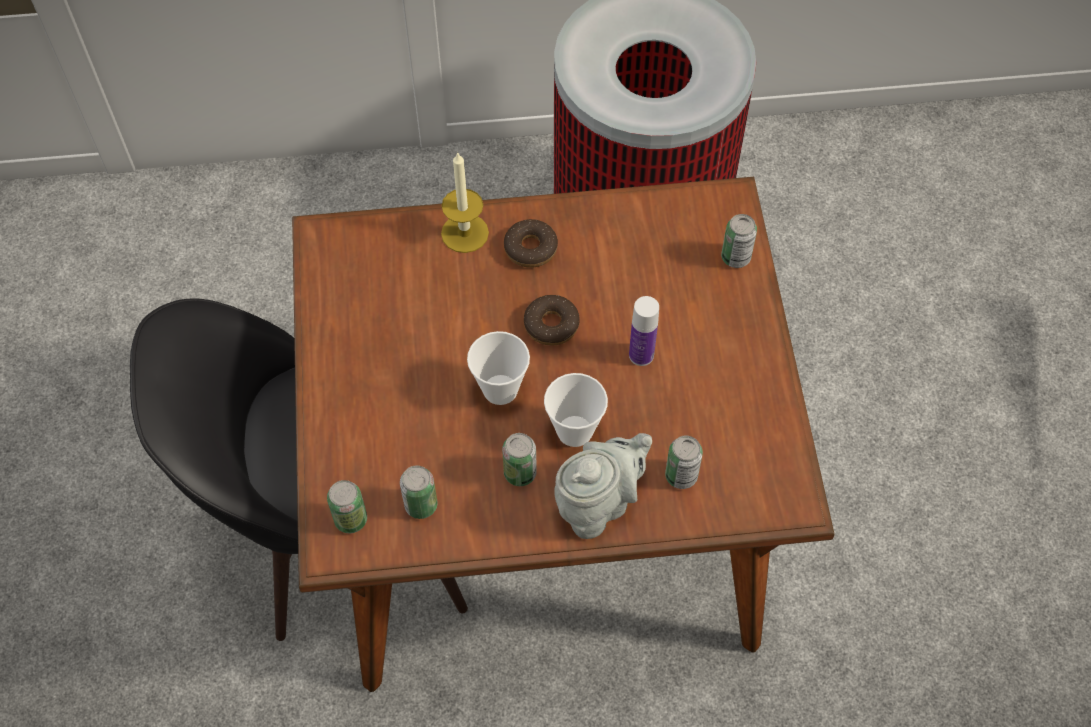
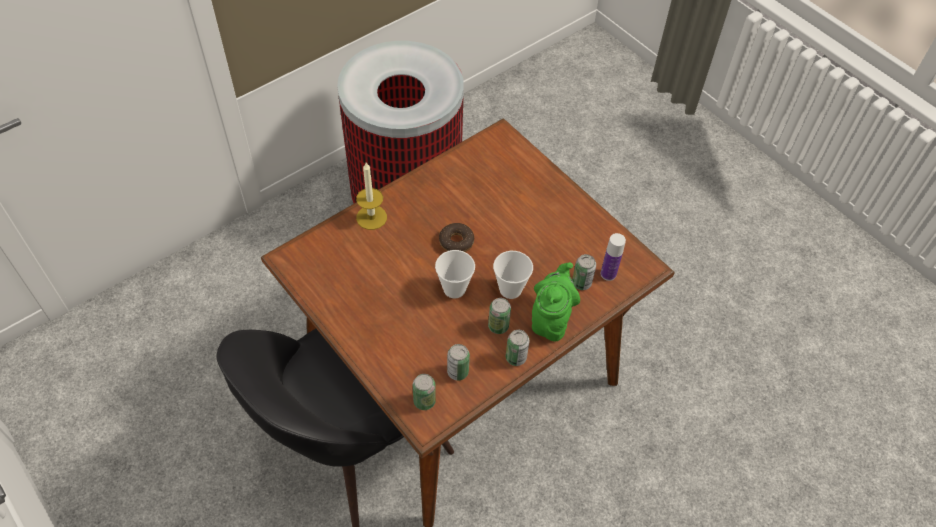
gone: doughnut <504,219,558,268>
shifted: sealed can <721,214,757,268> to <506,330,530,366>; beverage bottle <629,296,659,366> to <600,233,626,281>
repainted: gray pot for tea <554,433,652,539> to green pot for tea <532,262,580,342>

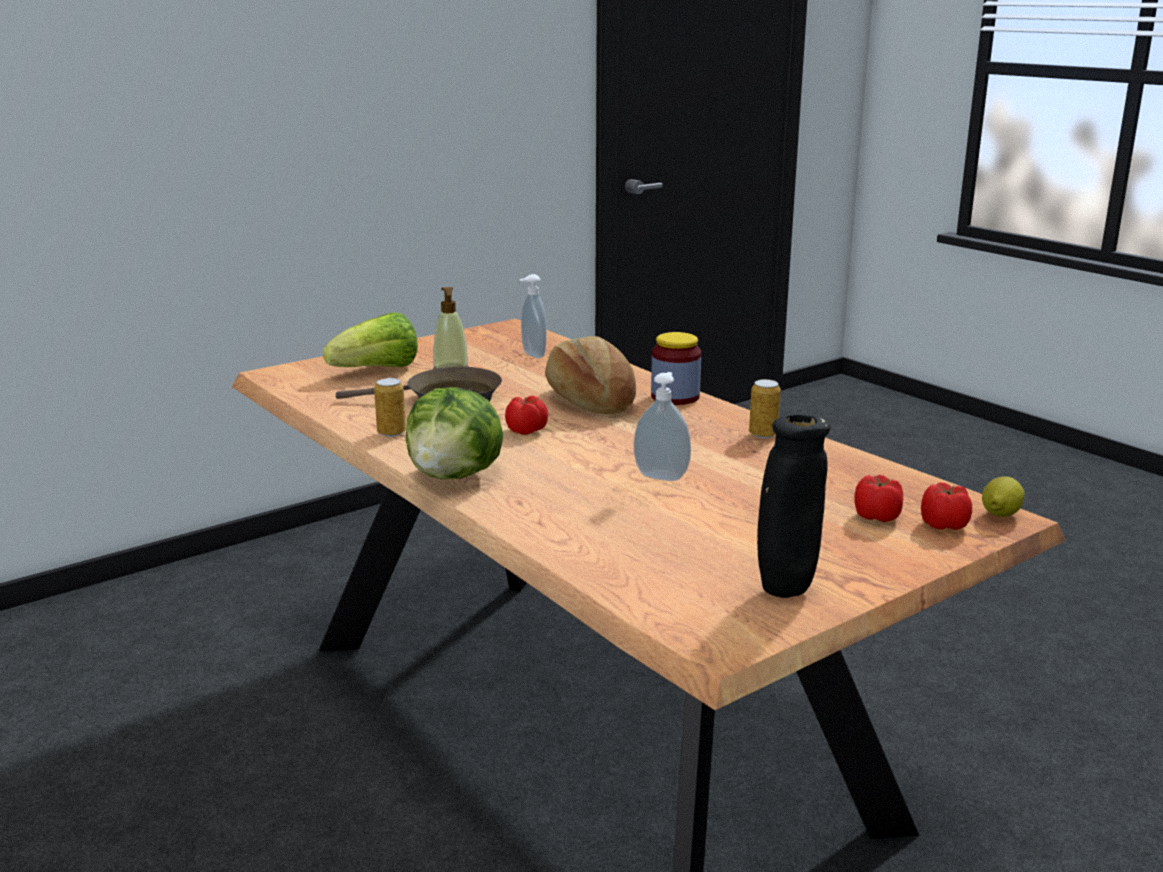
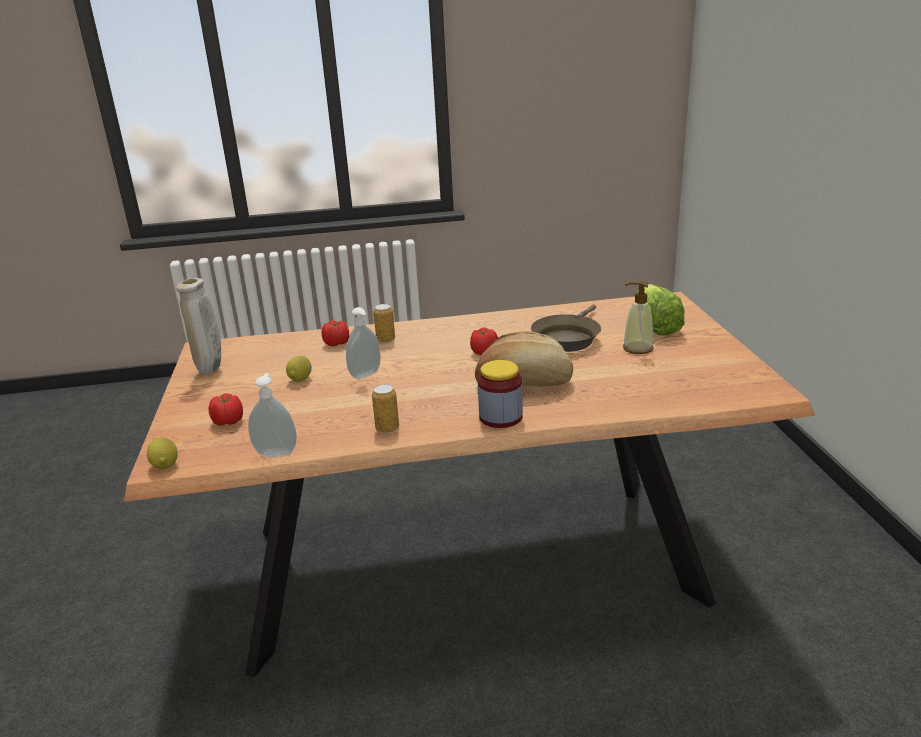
gone: lettuce head <406,387,503,479>
new: whole lemon <286,355,312,382>
shifted: liquid soap bottle <519,274,547,358> to <248,373,297,457>; sealed can <374,378,406,437> to <373,304,395,343>; whole tomato <921,482,972,530> to <322,320,349,346>
repainted: black-coloured decorative vase <757,414,830,598> to sand-coloured decorative vase <176,278,221,375>

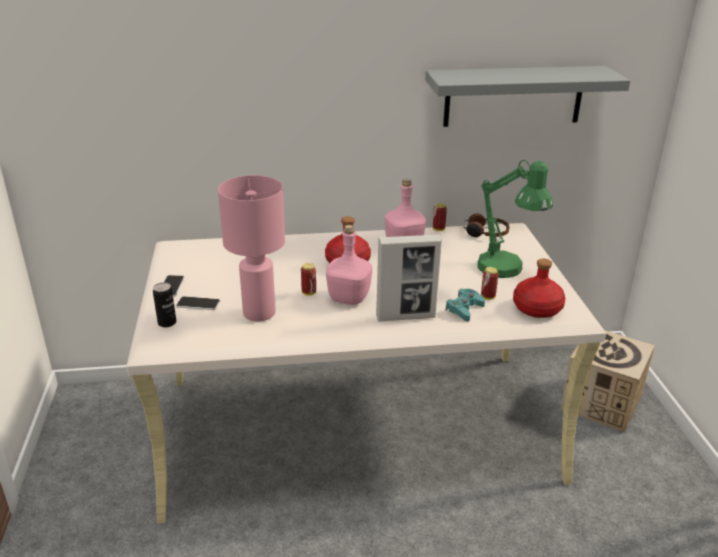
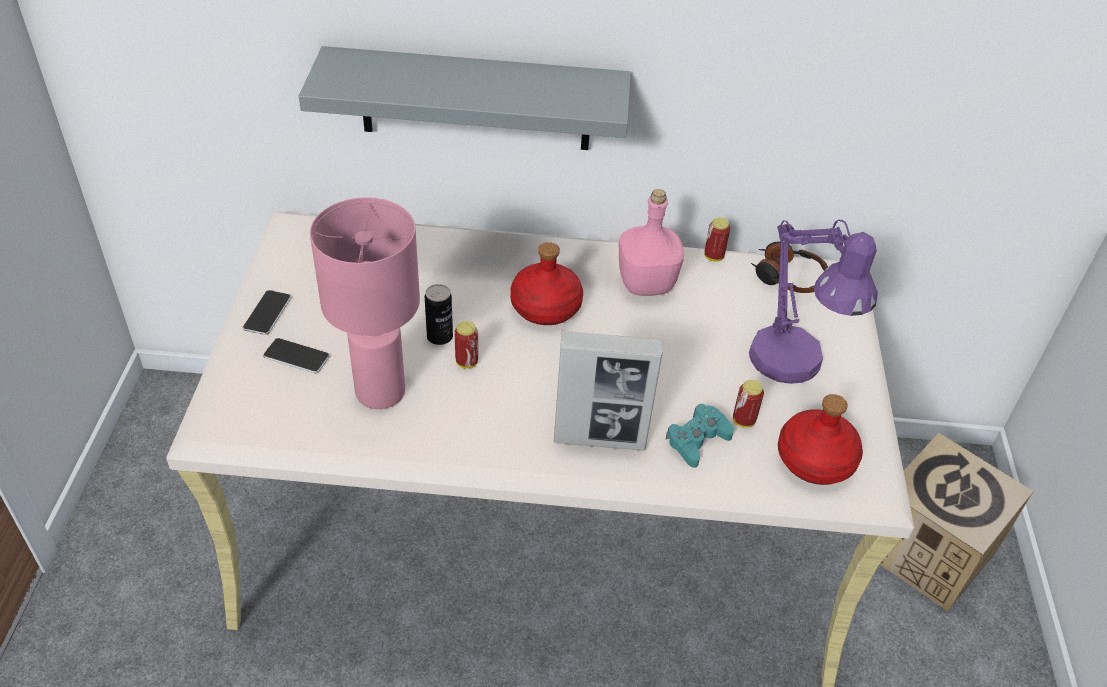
gone: pink beverage bottle <326,225,372,305>
shifted: gray wall shelf <425,66,630,127> to <299,46,631,150>; sealed can <153,282,176,327> to <425,284,453,345>
repainted: green tabletop lamp <478,160,553,278> to purplish tabletop lamp <749,220,878,384>

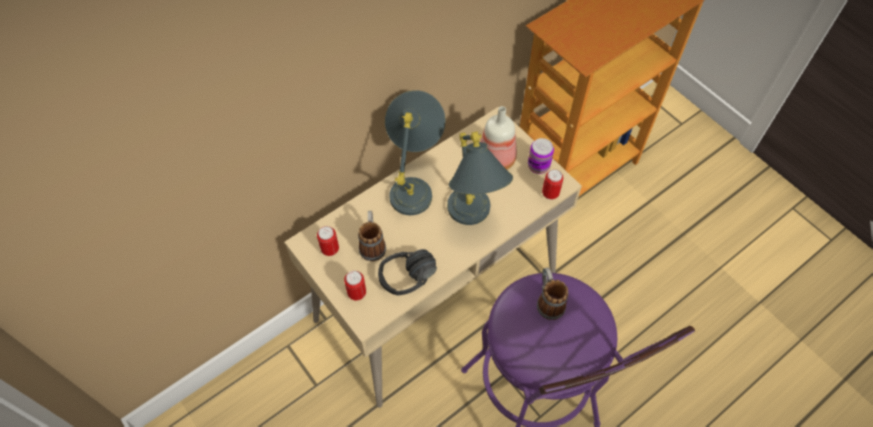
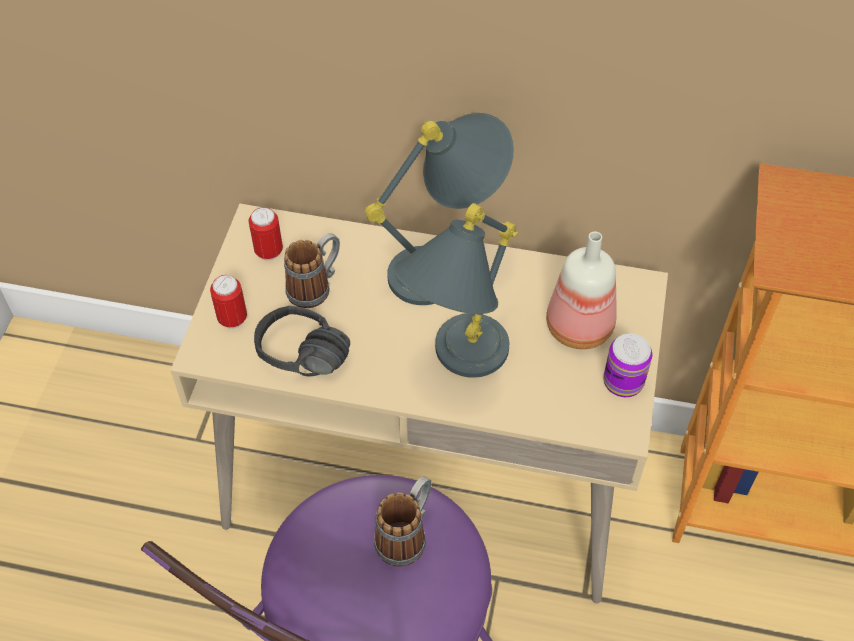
gone: sealed can <542,169,563,200>

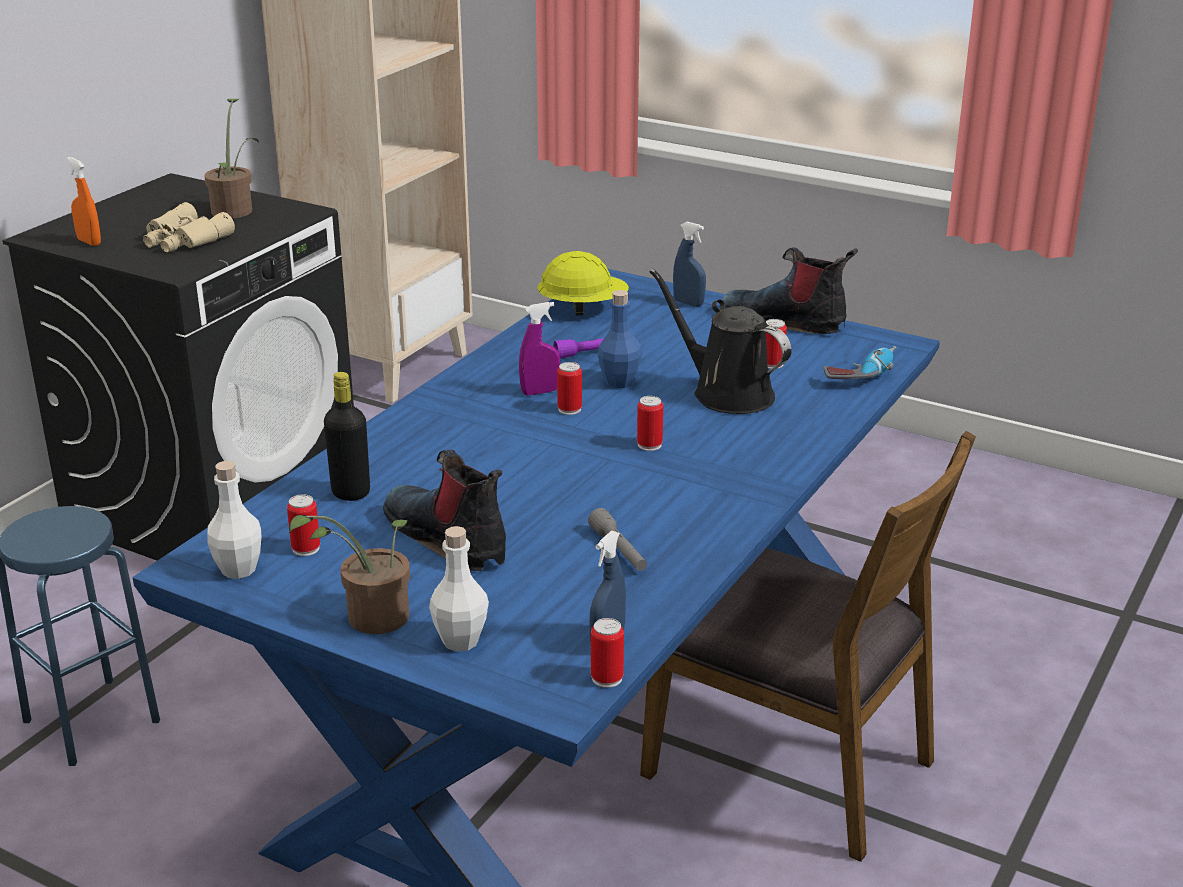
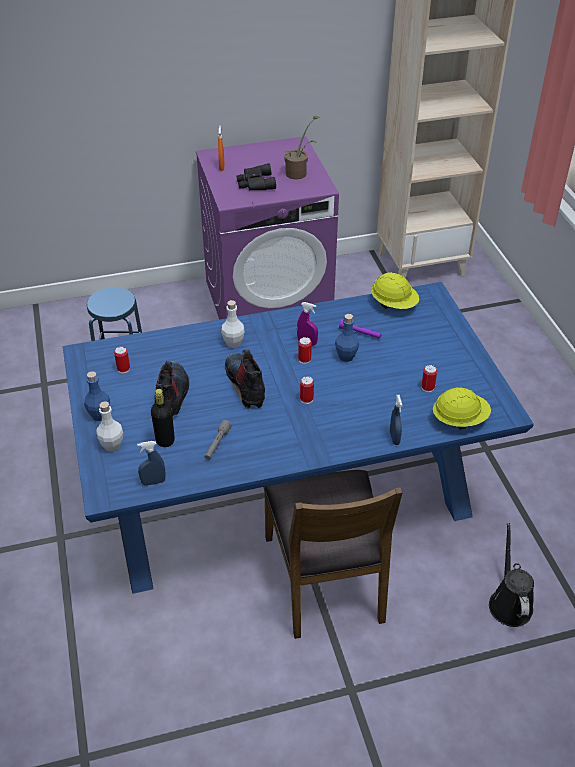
gone: sealed can <591,618,624,688>
shifted: blue hand sprayer <673,222,706,307> to <390,395,402,445>; tall boot <723,247,858,334> to <225,350,265,409>; black-coloured sprinkling can <650,269,791,414> to <489,523,534,627>; black-coloured beverage bottle <324,372,370,501> to <151,389,175,447>; white beverage bottle <207,461,261,579> to <222,300,244,348>
swapped: drill <823,346,896,379> to yellow-coloured hard hat <433,387,491,430>; houseplant <289,515,410,634> to blue beverage bottle <84,371,110,421>
repainted: black-coloured washing machine <2,173,354,561> to purplish washing machine <196,136,339,319>; sand-coloured binoculars <143,202,235,252> to black-coloured binoculars <237,163,276,190>

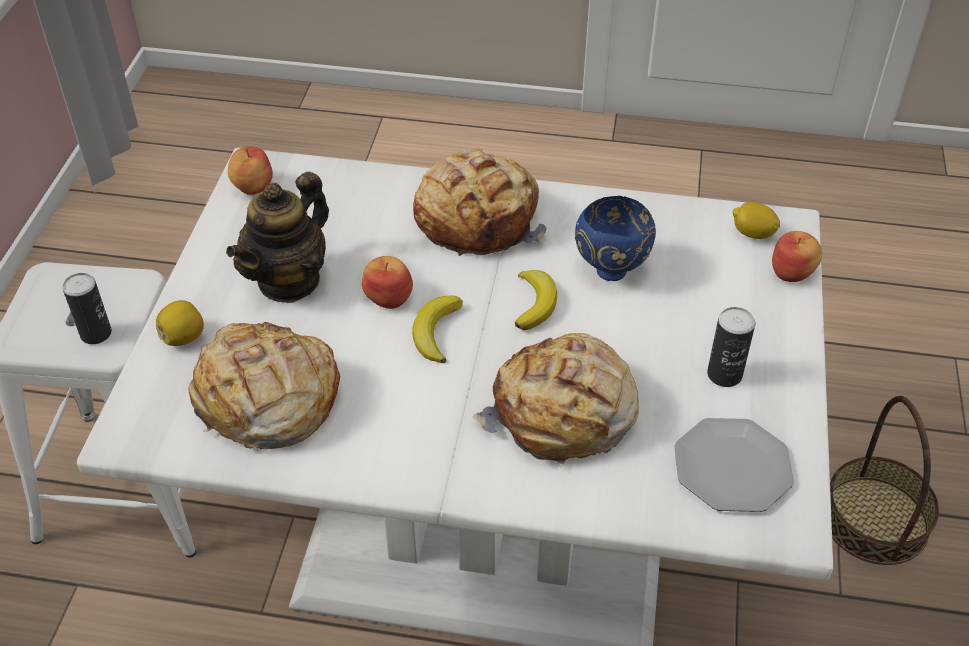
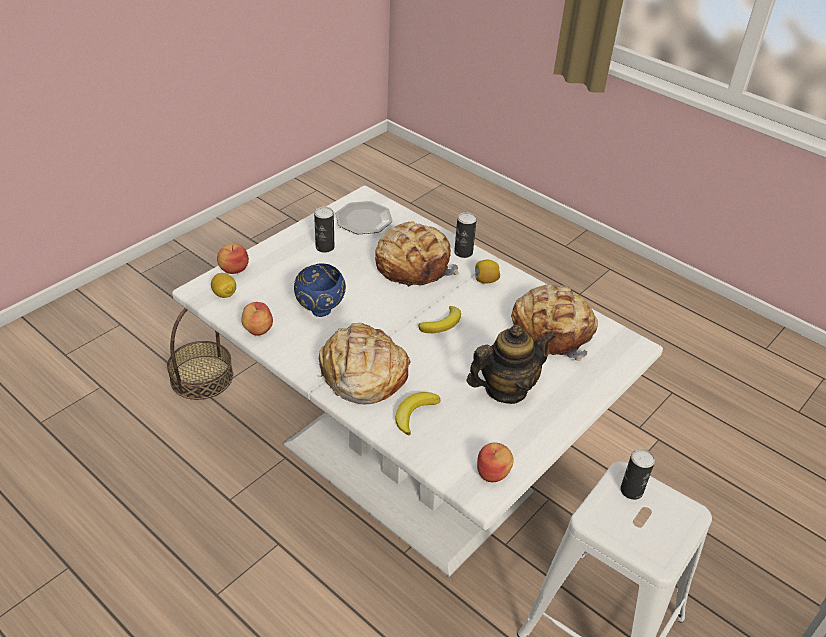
new: sealed can <454,212,477,258>
shifted: whole apple <362,256,413,309> to <241,302,273,336>; banana <515,270,557,331> to <395,392,441,435>; whole lemon <156,300,204,346> to <475,259,500,284>

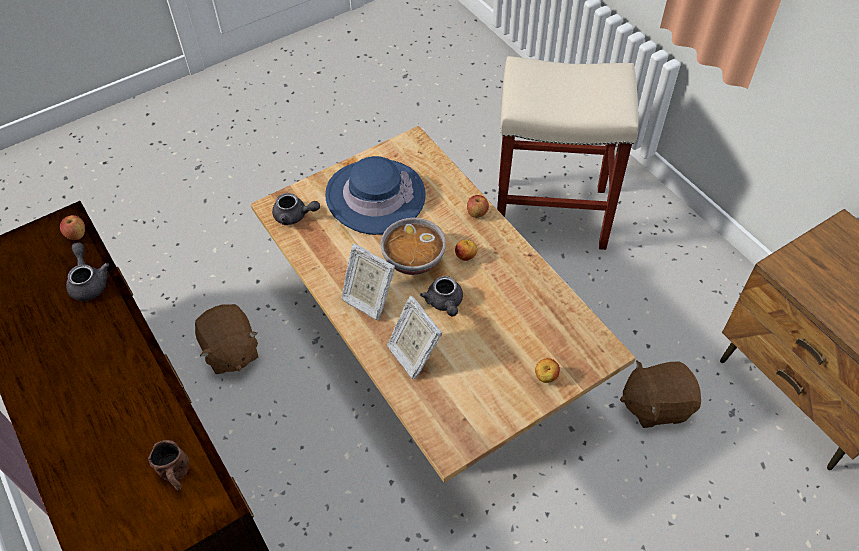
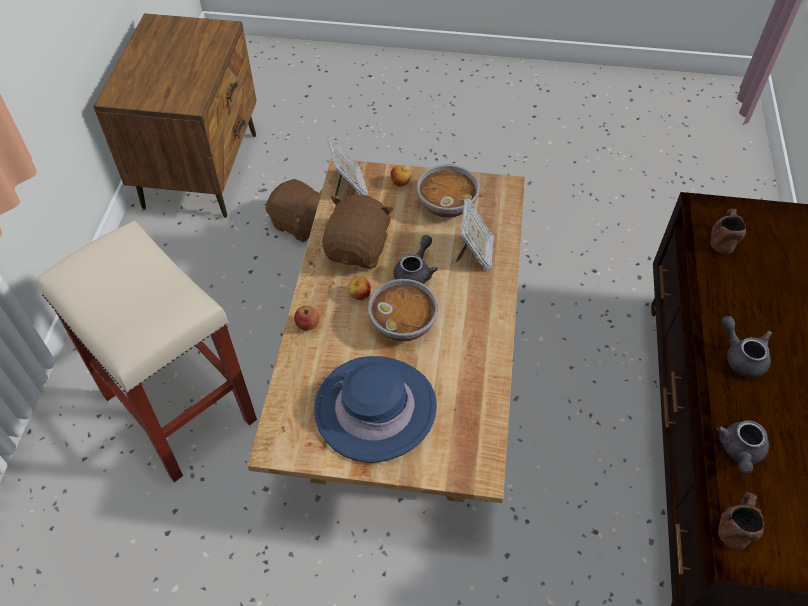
new: serving bowl <417,164,479,218>
shifted: gray pot for tea <272,193,320,225> to <721,316,772,378>; photo frame <341,243,395,320> to <327,136,368,197>; brown-coloured cuddly toy <195,304,258,374> to <322,195,394,268>
swapped: whole apple <60,215,85,240> to brown-coloured coffee mug <718,492,764,550>

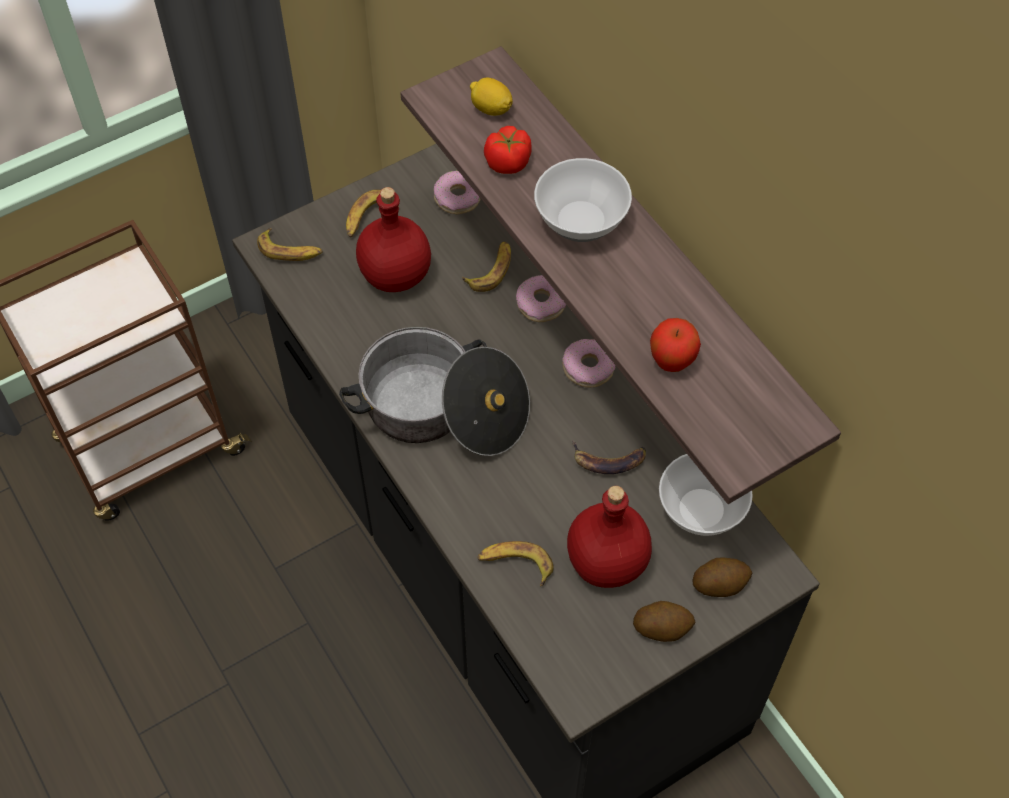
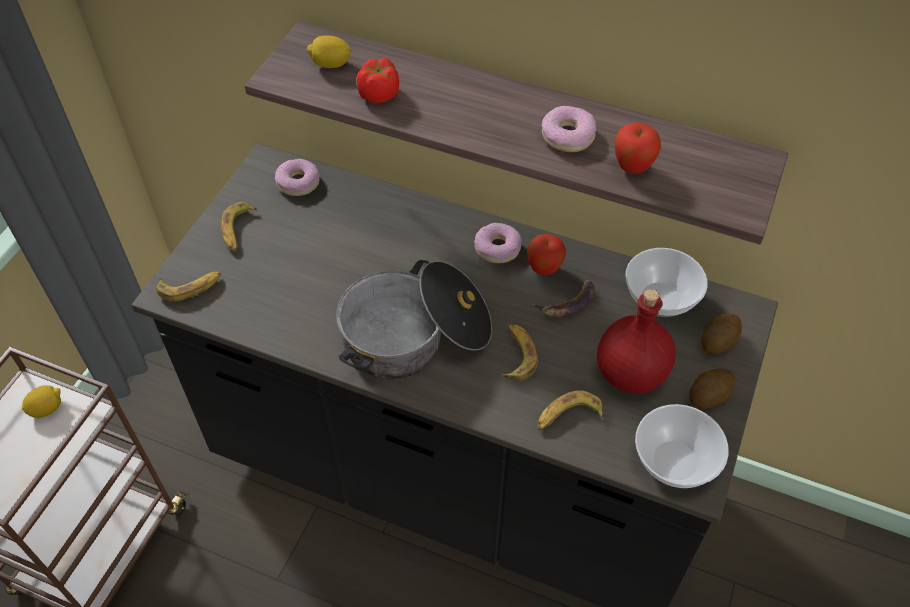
gone: reddish beverage bottle <356,187,431,292>
new: whole apple <527,234,566,275>; whole lemon <22,385,61,418>
shifted: serving bowl <534,158,632,242> to <635,404,729,488>; banana <462,241,511,292> to <503,324,538,381>; doughnut <516,275,566,322> to <542,106,596,152>

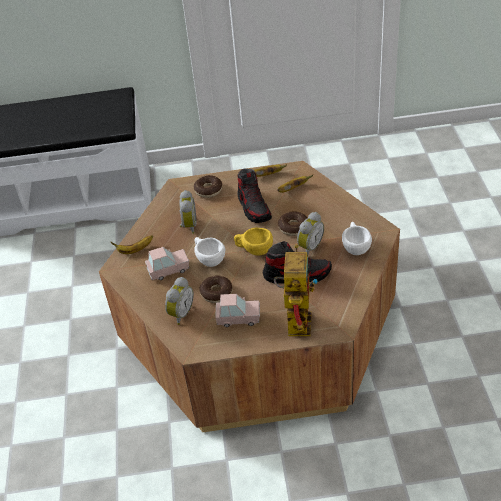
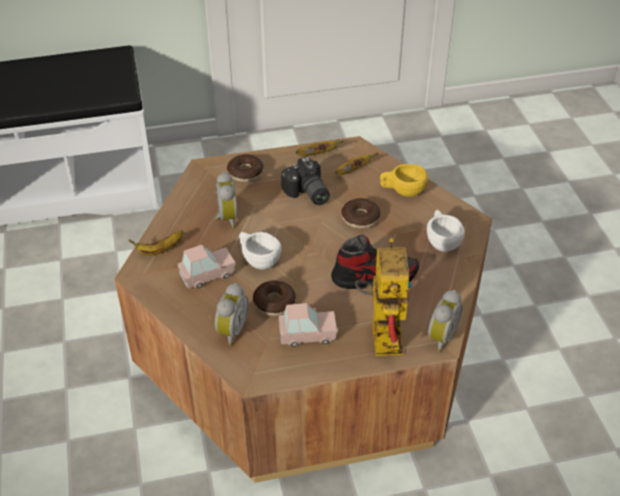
shifted: table clock <297,212,324,257> to <428,290,463,352>; yellow-coloured small cup <234,228,273,255> to <380,164,428,197>
swapped: item of footwear <237,169,272,223> to photo camera <281,156,330,205>

